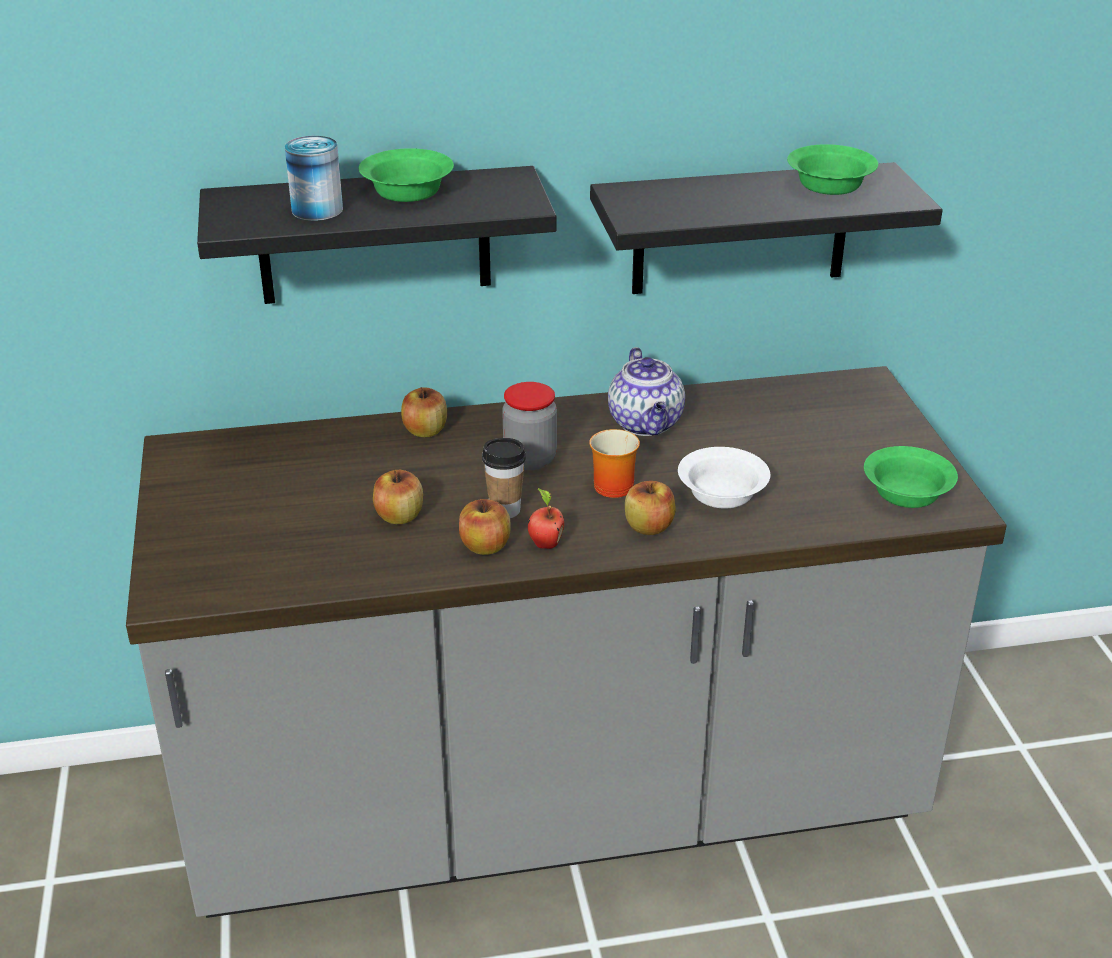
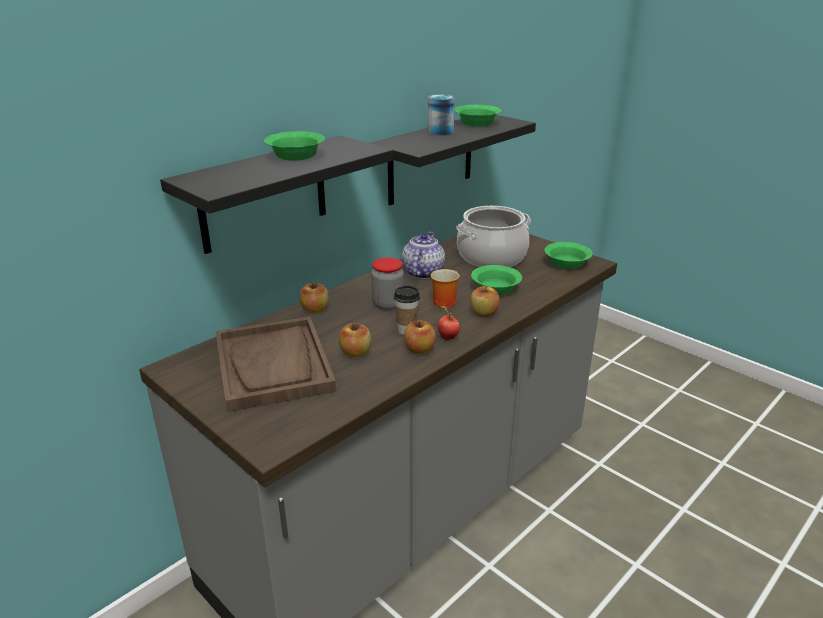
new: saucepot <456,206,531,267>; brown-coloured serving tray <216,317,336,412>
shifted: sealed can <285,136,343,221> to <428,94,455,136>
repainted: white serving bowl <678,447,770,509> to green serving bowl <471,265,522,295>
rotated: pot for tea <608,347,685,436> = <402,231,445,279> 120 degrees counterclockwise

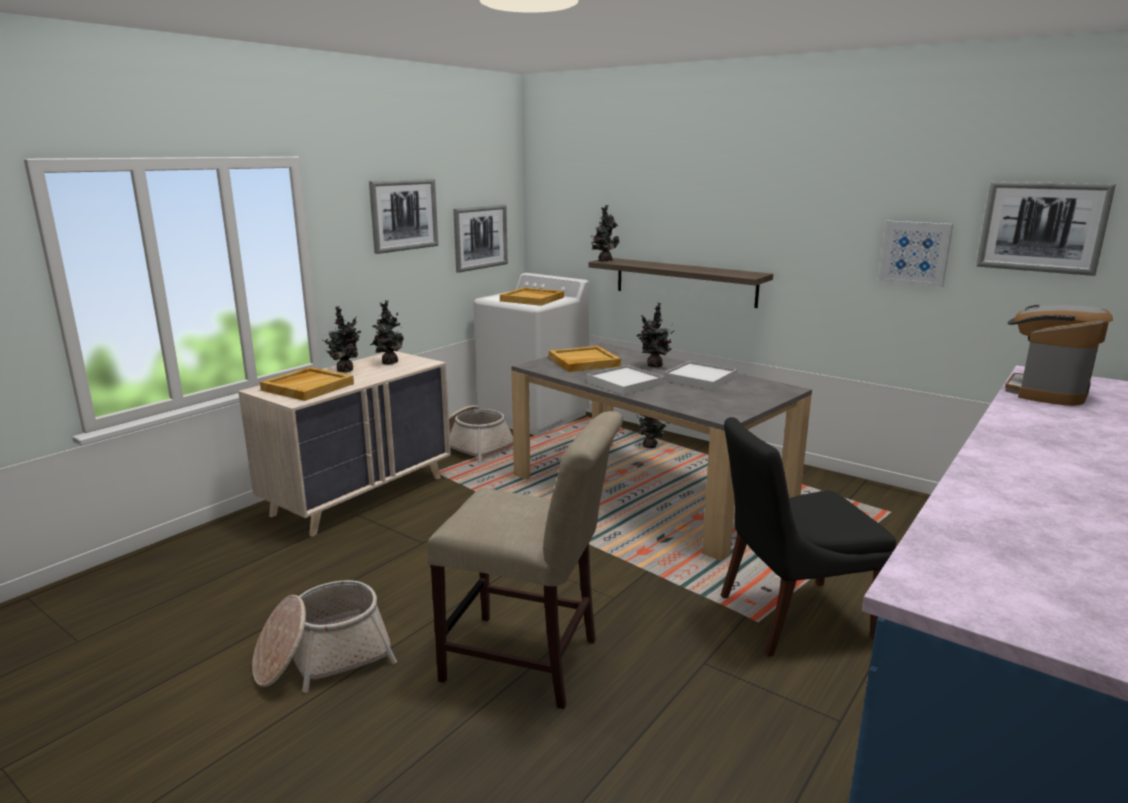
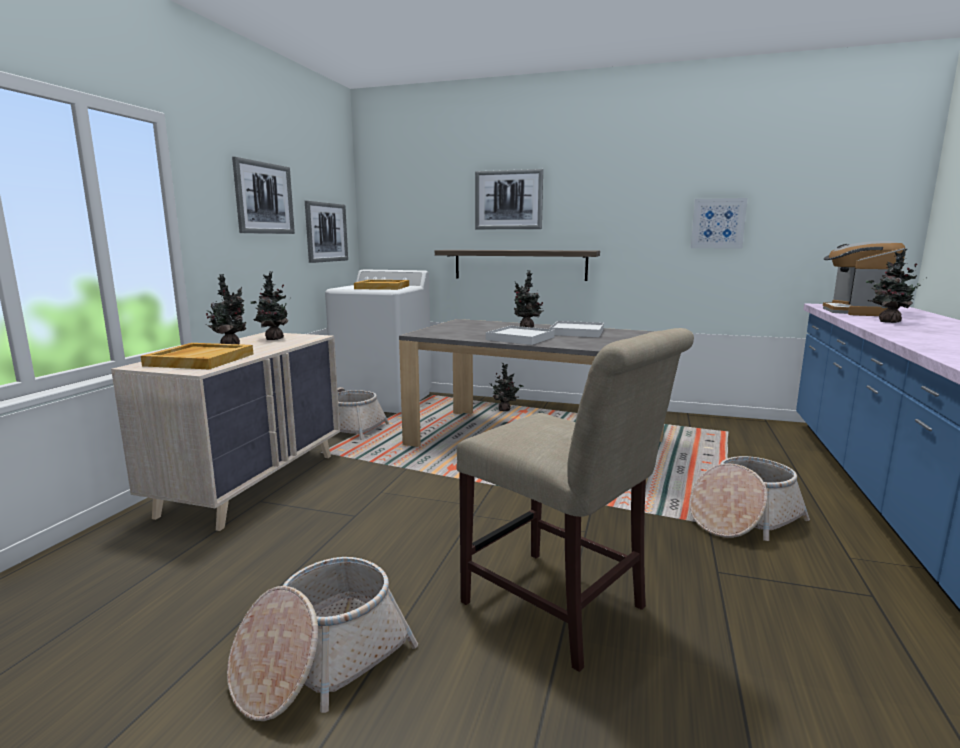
gone: sand-coloured serving tray <549,346,621,372>
shifted: wall art <976,181,1116,276> to <475,169,543,229>; houseplant <591,205,619,262> to <866,249,927,323>
swapped: black-coloured plain chair <721,417,896,657> to household basket <689,456,810,541>
rotated: sand-coloured plain chair <427,411,623,709> = <456,328,694,672> 45 degrees clockwise

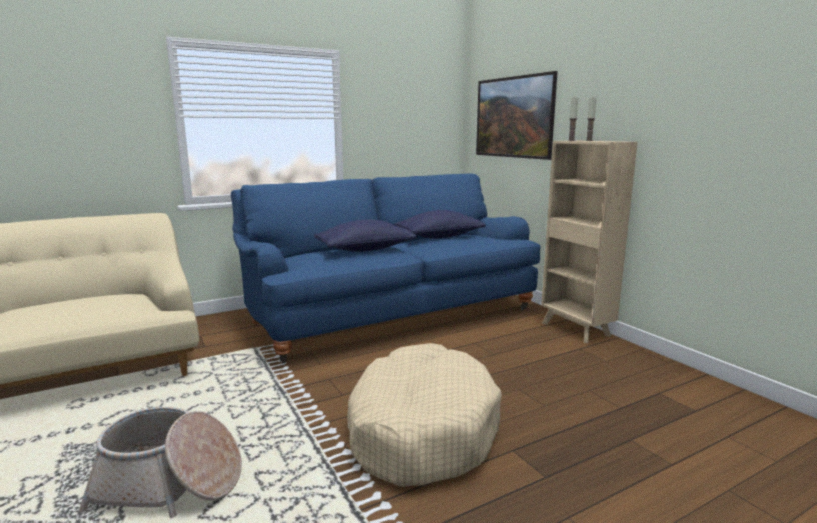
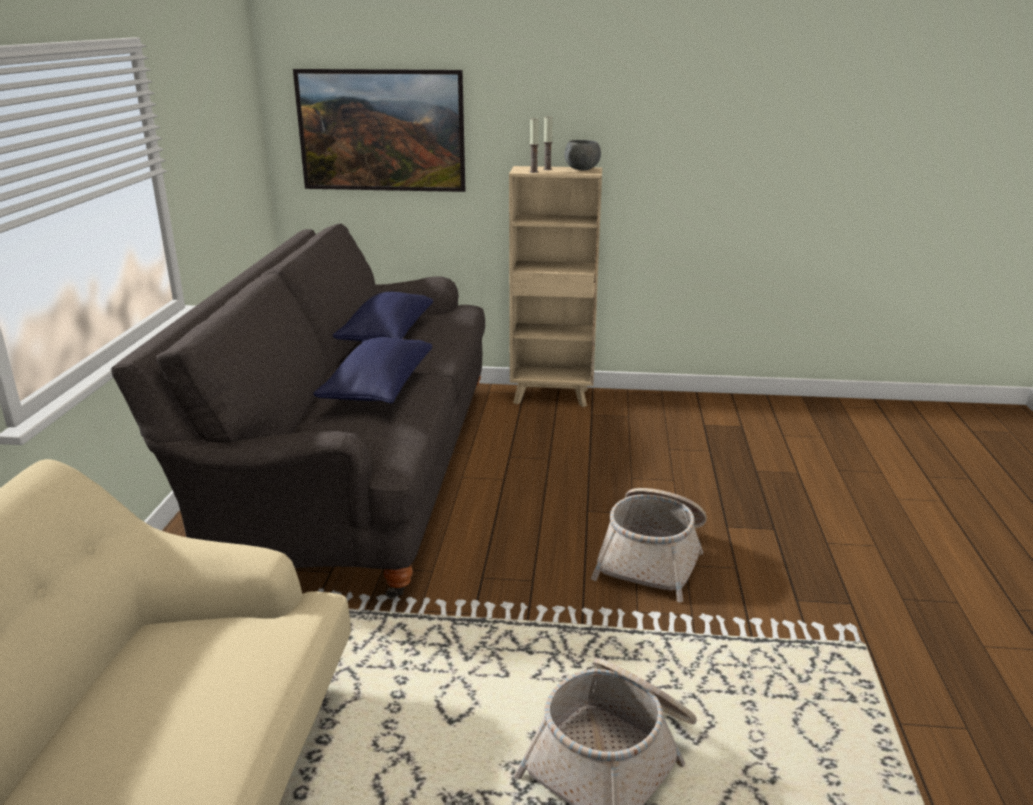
new: gray serving bowl <564,140,601,171>
swapped: sand-coloured dog bed <348,343,502,487> to household basket <591,488,707,602>
repainted: blue couch <231,174,541,363> to gray couch <111,223,485,600>

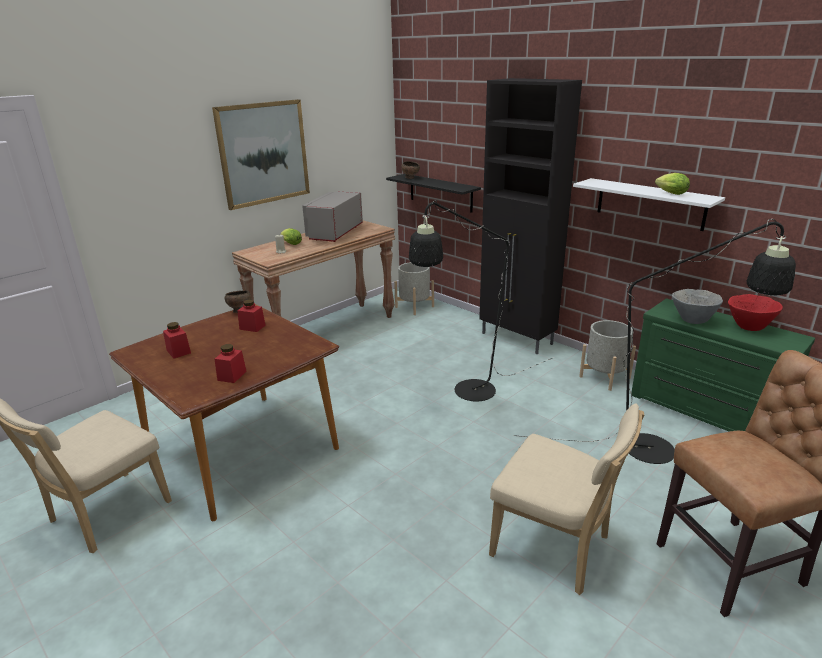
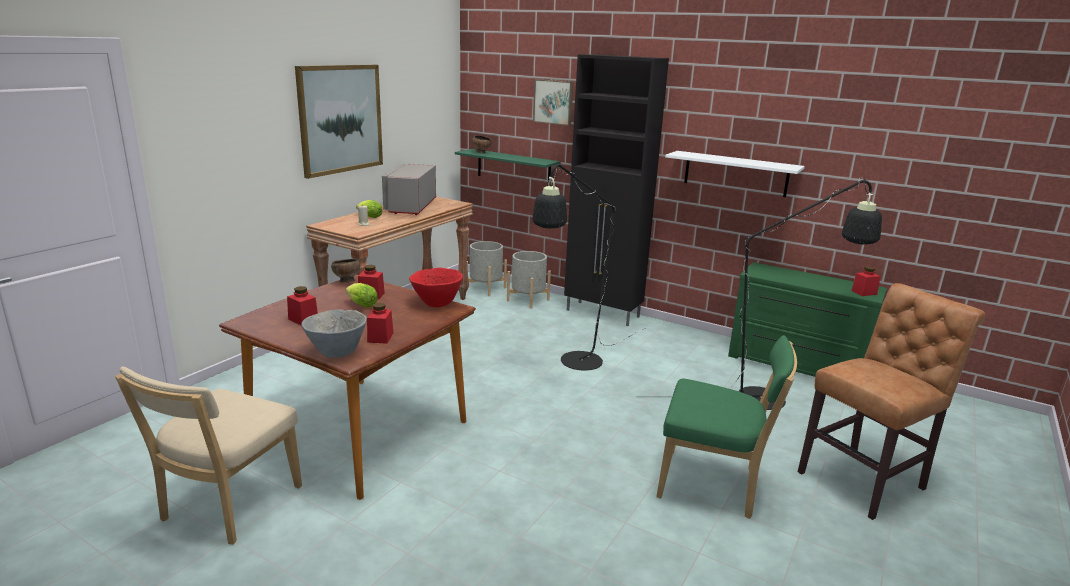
new: wall art <533,79,573,126>; reddish storage jar <851,266,880,296>
shifted: lettuce head <655,173,690,195> to <345,283,378,308>; gray serving bowl <672,289,723,324> to <301,309,367,358>; reddish serving bowl <728,294,783,331> to <409,267,463,307>; gray plant pot <579,320,636,391> to <507,251,551,309>
repainted: black-coloured wall shelf <386,174,481,213> to green wall shelf <455,149,560,186>; sand-coloured plain chair <489,403,644,595> to green plain chair <656,335,797,519>

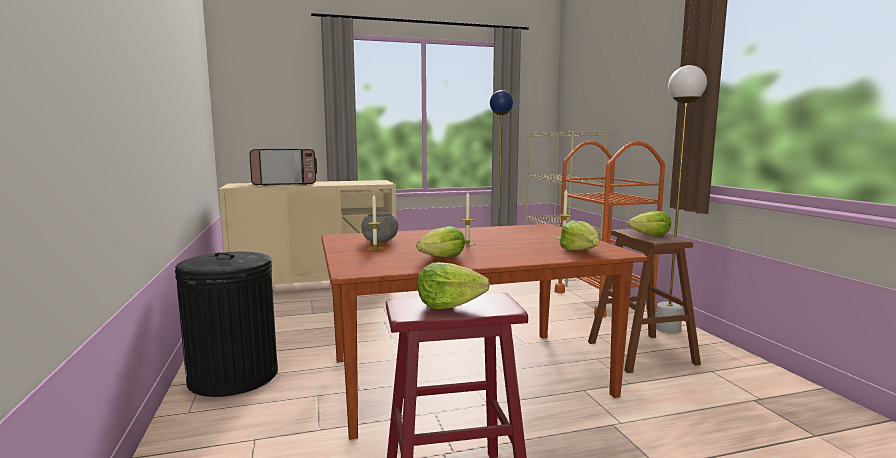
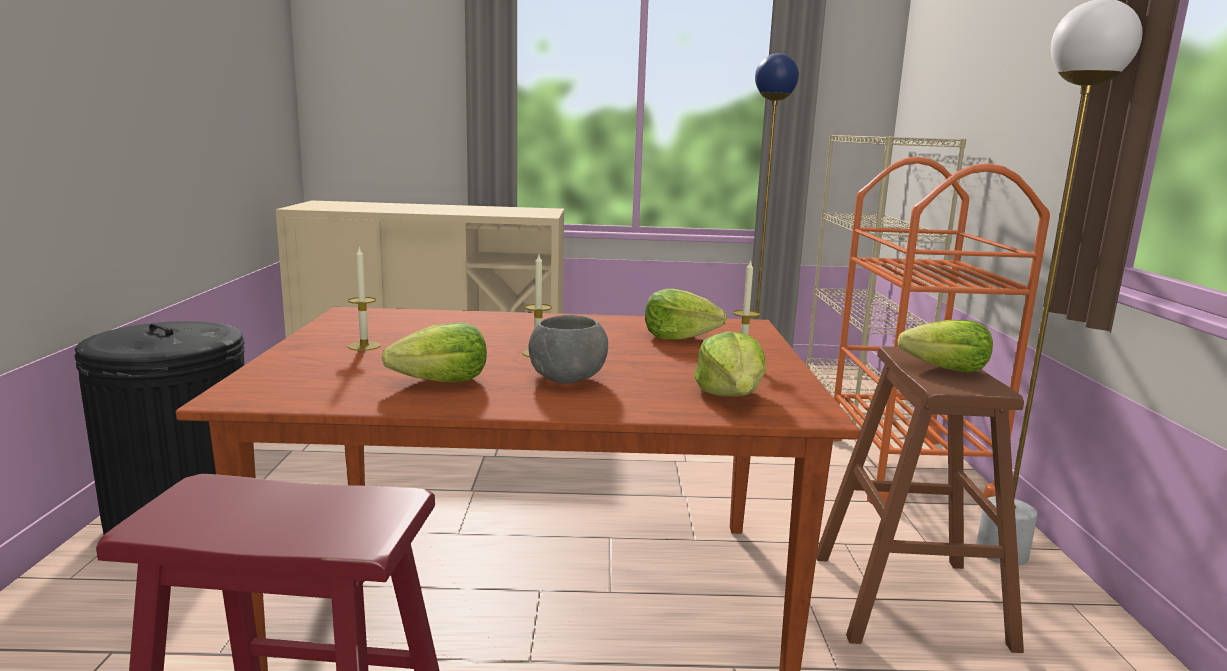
gone: microwave <249,148,317,186>
shifted: gray serving bowl <361,213,398,243> to <528,315,608,384>; lettuce head <418,262,490,309> to <645,289,727,340>

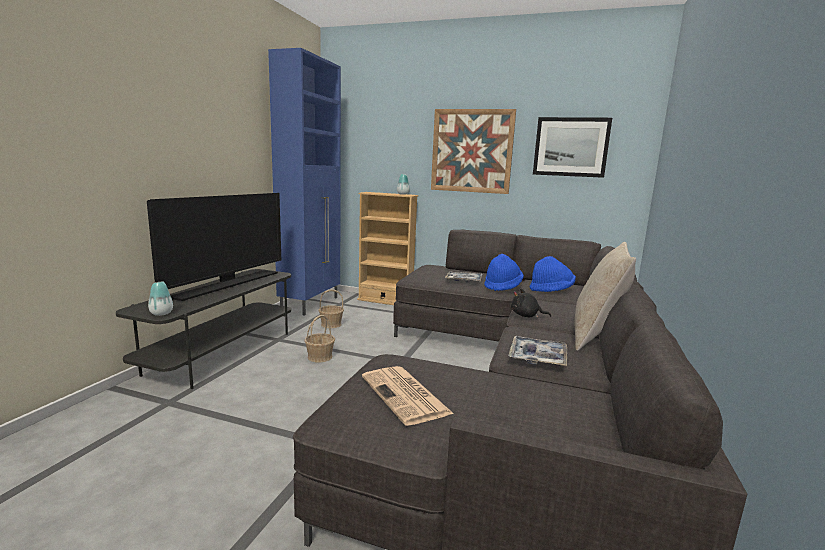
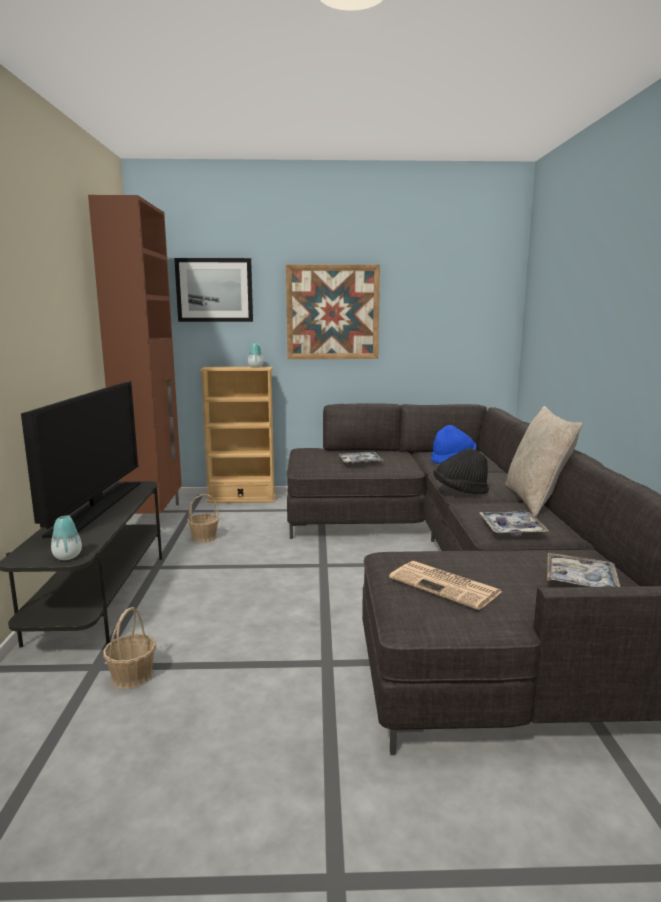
gone: blue wearable hat <484,254,524,291>
new: serving tray <547,553,620,587>
shifted: wall art <533,117,612,178> to <174,258,253,322>; household basket <304,315,335,362> to <103,607,156,689>
swapped: black-coloured cuddly toy <511,288,551,318> to black-coloured wearable hat <434,448,489,494>
repainted: blue cupboard <268,48,341,316> to brown-coloured cupboard <88,195,182,525>

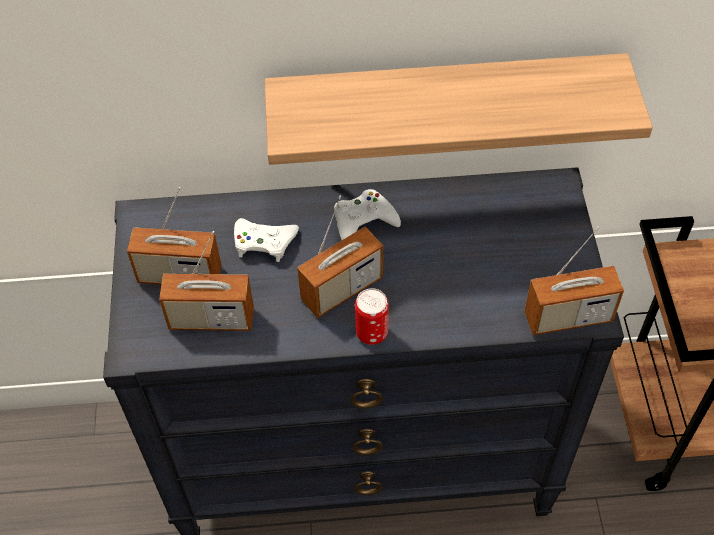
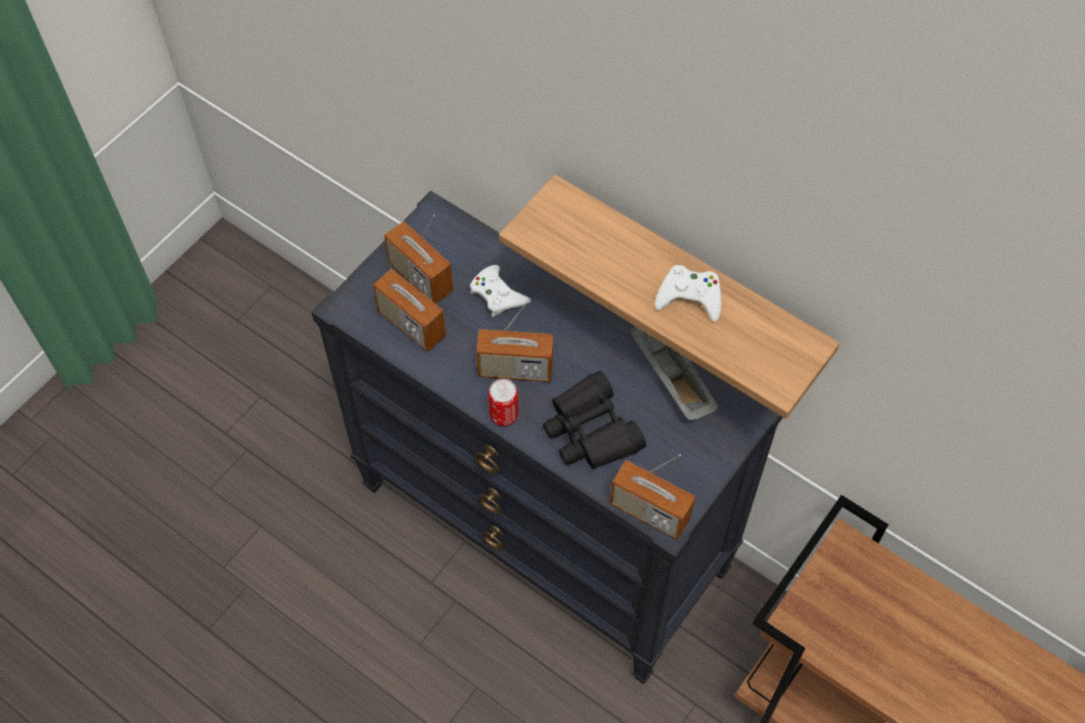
new: gray serving tray <630,326,719,420>; black-coloured binoculars <543,371,646,470>
shifted: white gamepad <334,189,401,240> to <655,265,721,322>

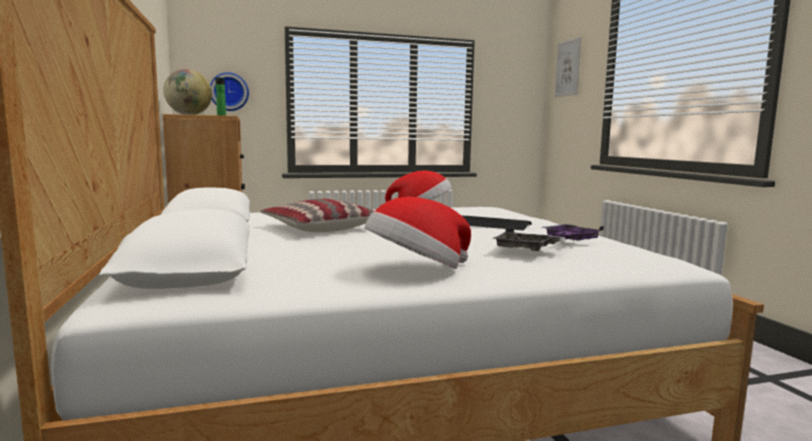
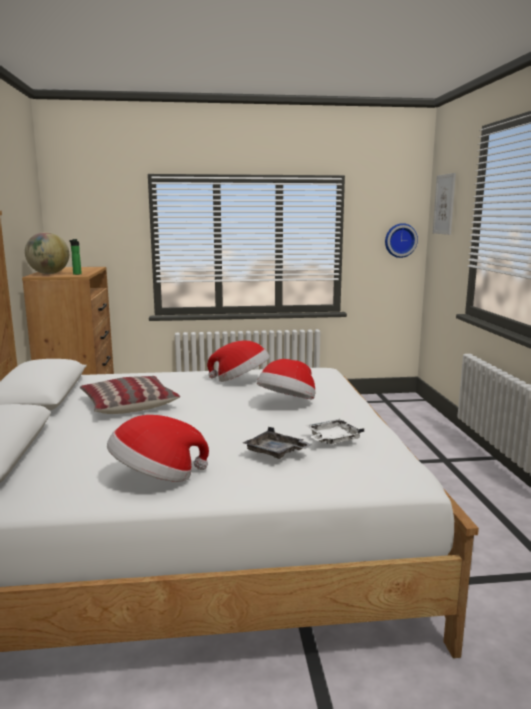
shifted: hanging clock <210,72,249,111> to <385,223,418,258>
swapped: keyboard <461,215,532,230> to wearable hat <257,359,316,399>
repainted: purplish serving tray <542,224,604,241> to white serving tray <306,419,364,444>

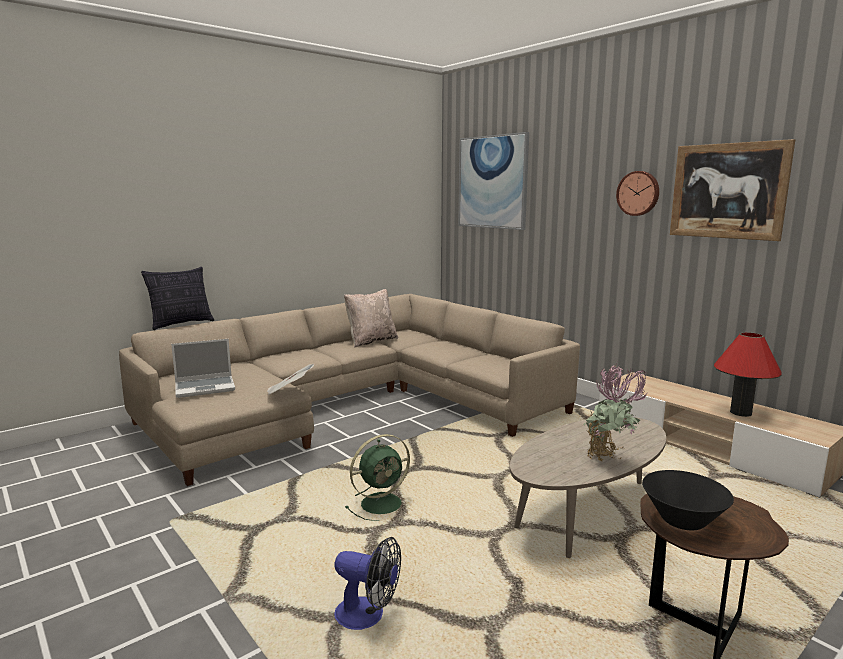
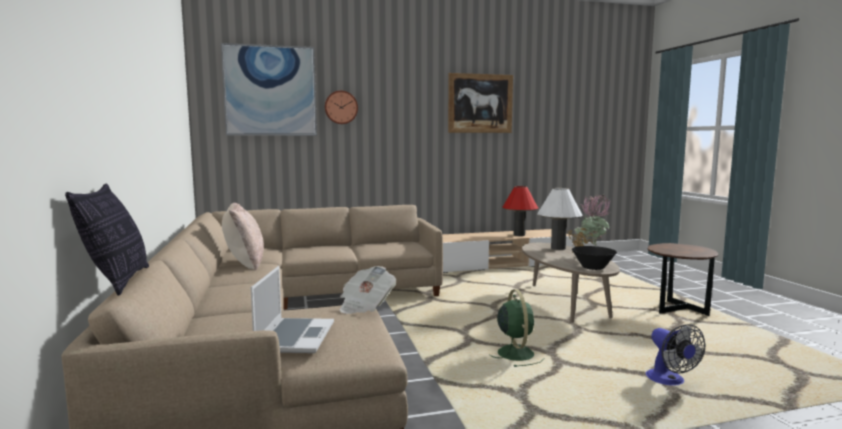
new: white tabletop lamp <537,188,583,250>
shifted: hanging clock <616,171,659,216> to <325,90,358,124>; black-coloured serving bowl <642,470,734,530> to <572,246,617,270>
rotated: electric fan <334,537,401,630> = <646,324,705,385> 120 degrees clockwise

